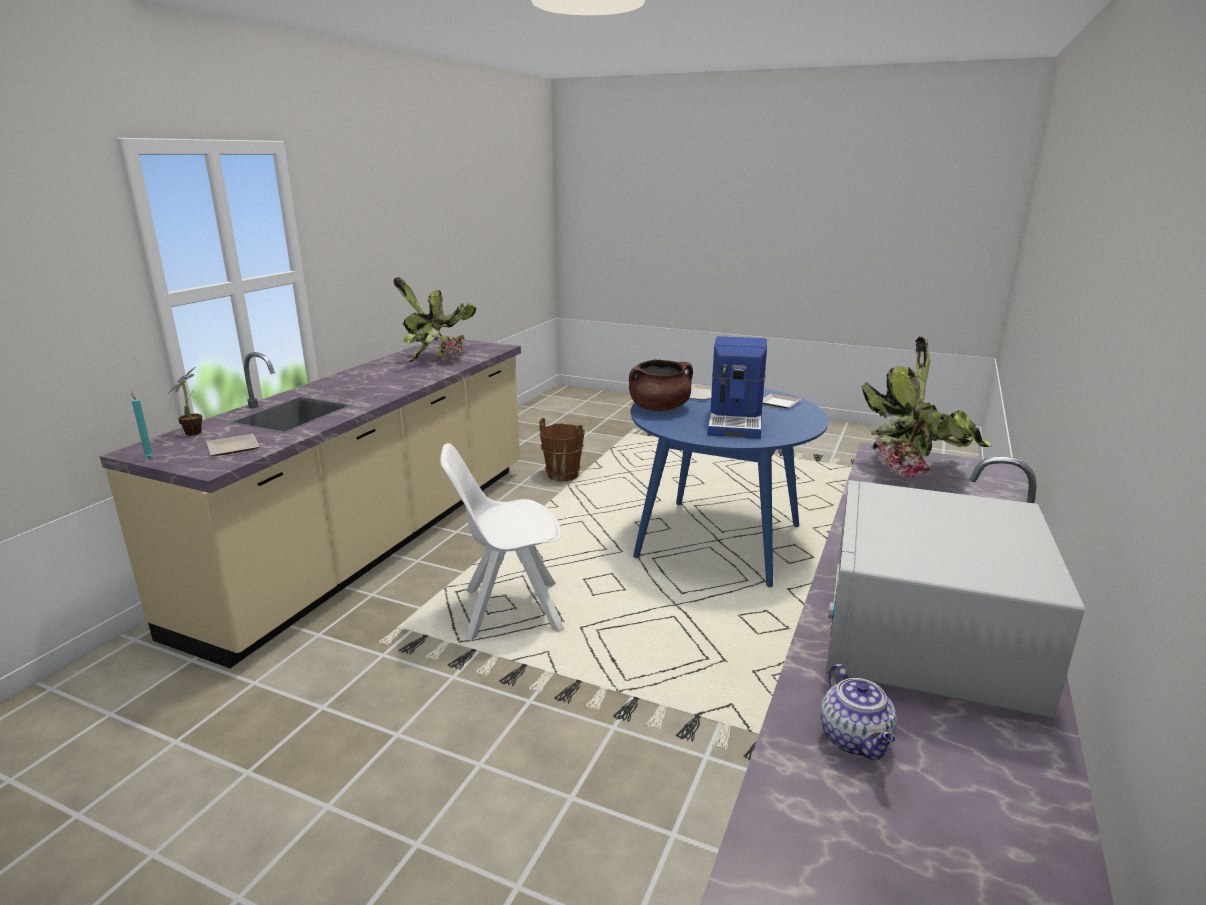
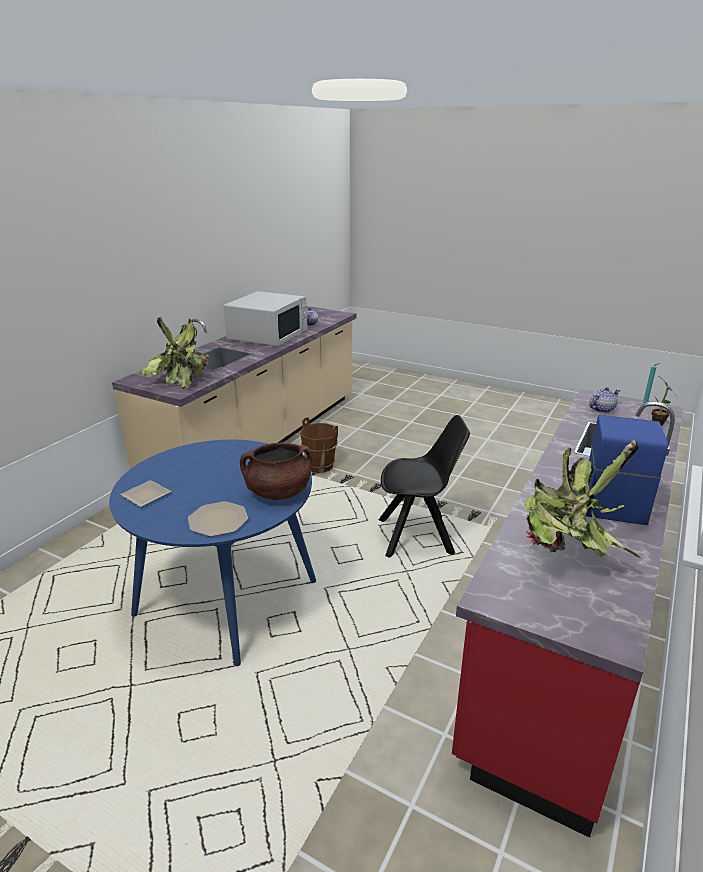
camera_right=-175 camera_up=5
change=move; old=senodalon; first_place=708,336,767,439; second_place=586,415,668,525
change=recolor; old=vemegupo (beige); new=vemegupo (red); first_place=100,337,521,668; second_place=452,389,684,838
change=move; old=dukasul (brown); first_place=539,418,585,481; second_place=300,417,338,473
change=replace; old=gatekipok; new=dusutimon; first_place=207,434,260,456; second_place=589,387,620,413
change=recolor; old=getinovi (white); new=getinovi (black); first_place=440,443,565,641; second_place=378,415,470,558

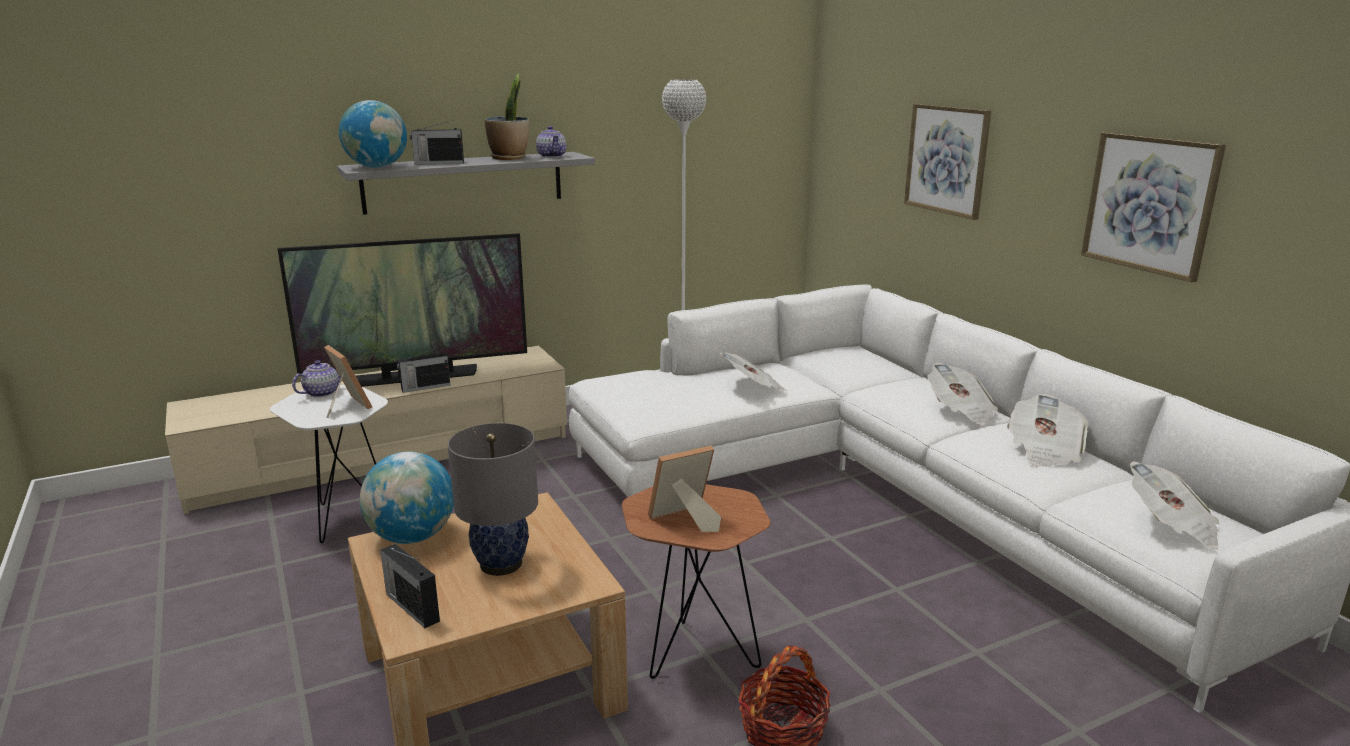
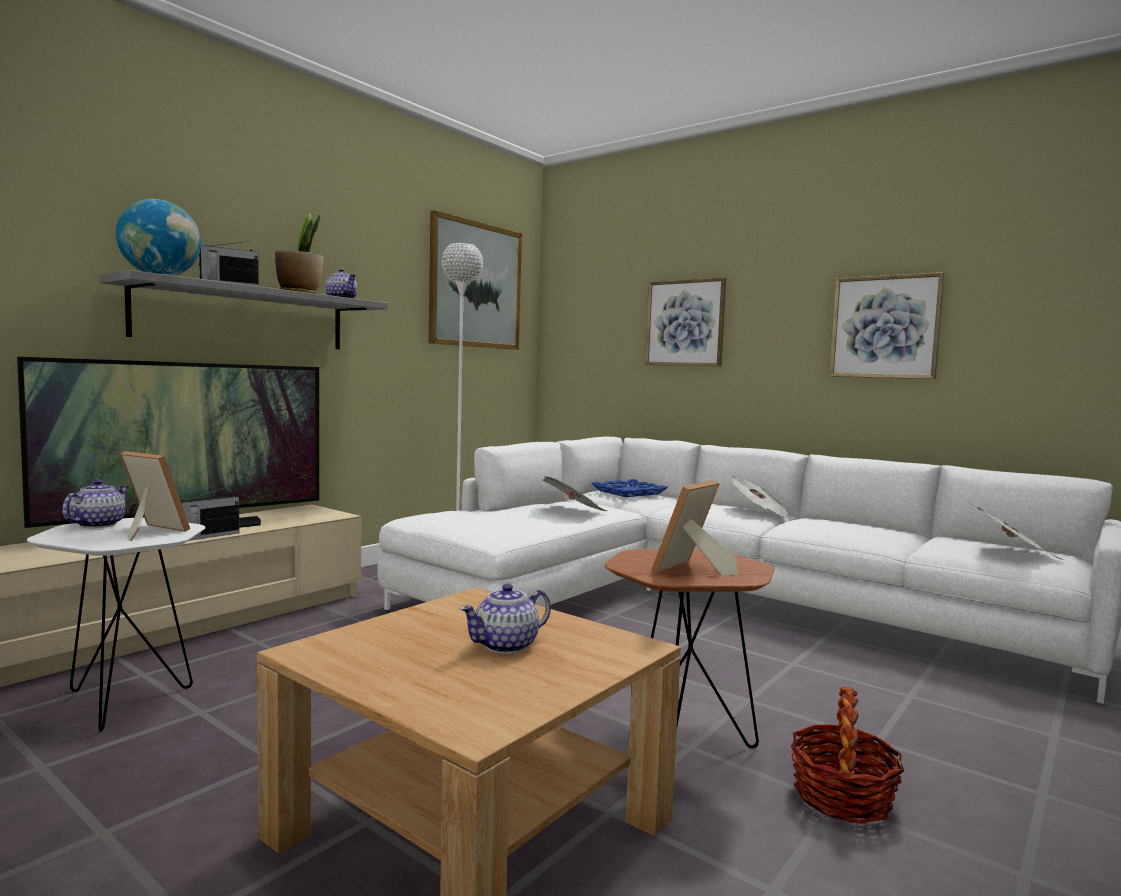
camera_right=-25 camera_up=-15
change=delete; old=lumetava; first_place=1007,394,1089,467
change=replace; old=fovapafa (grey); new=dusutimon; first_place=448,423,538,576; second_place=459,584,551,654
change=delete; old=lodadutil; first_place=360,451,454,544
change=delete; old=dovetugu; first_place=380,544,440,628
change=insert; new=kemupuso; second_place=429,210,522,350
change=insert; new=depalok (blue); second_place=591,479,668,497

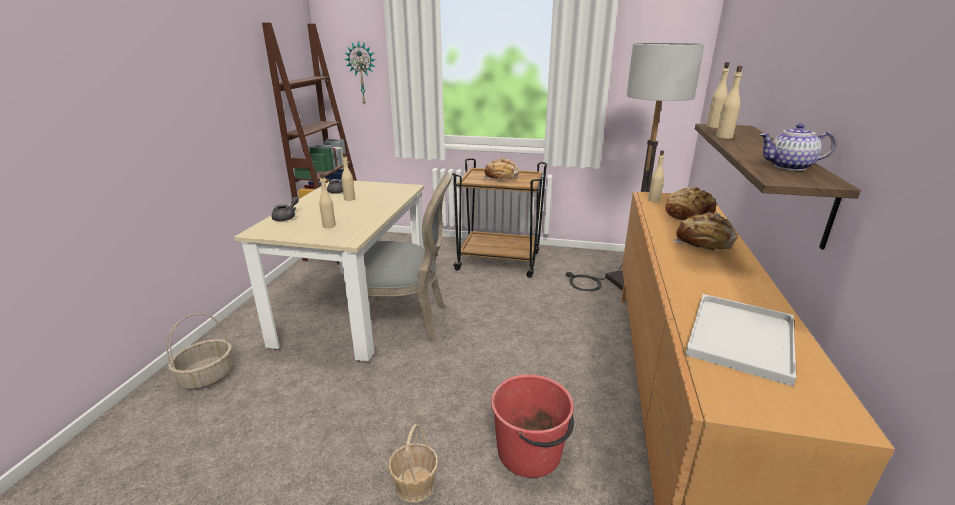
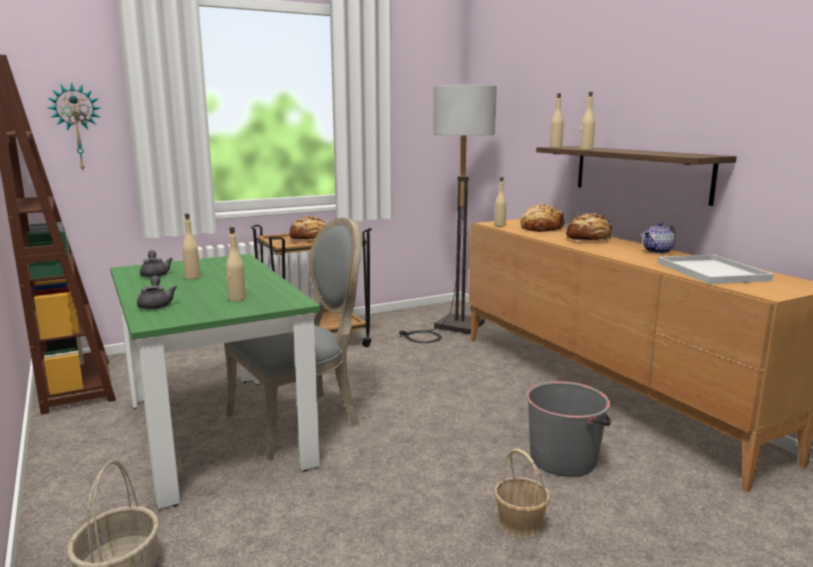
camera_right=-40 camera_up=-10
change=move; old=dusutimon; first_place=760,123,835,171; second_place=643,222,675,254
change=recolor; old=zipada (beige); new=zipada (green); first_place=234,179,424,362; second_place=110,254,320,509
change=recolor; old=dukasul (red); new=dukasul (grey); first_place=491,374,574,478; second_place=526,381,611,477

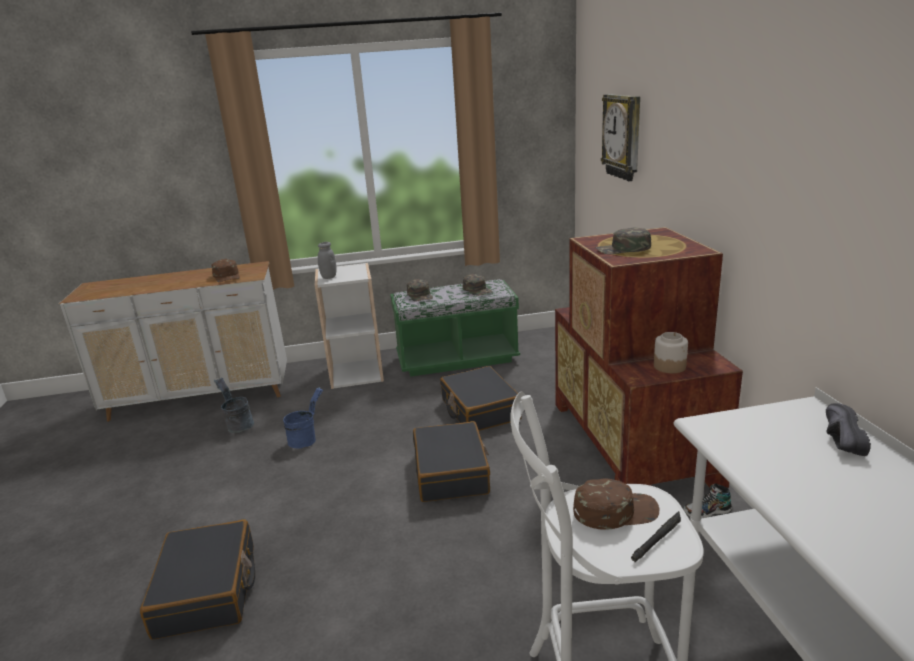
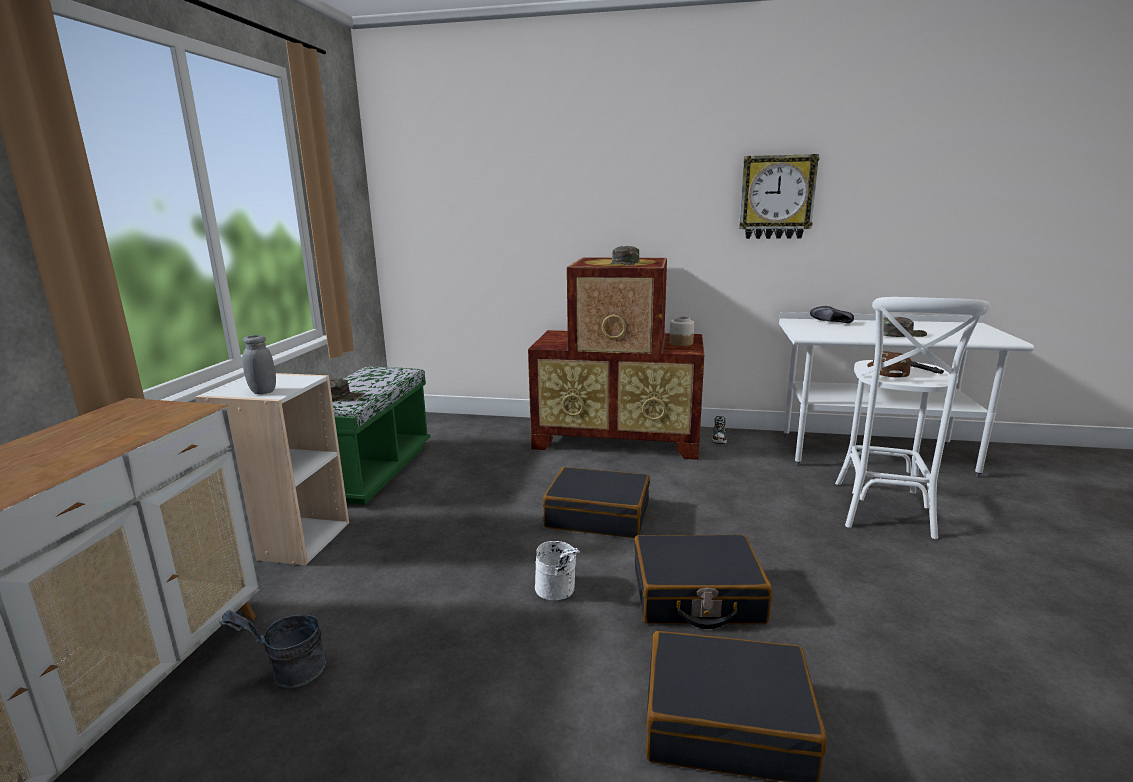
camera_right=-70 camera_up=-5
change=move; old=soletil; first_place=601,94,640,181; second_place=739,154,819,239
change=delete; old=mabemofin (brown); first_place=211,259,240,282
change=move; old=mabemofin (green); first_place=463,274,493,296; second_place=883,317,927,337
change=move; old=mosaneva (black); first_place=440,366,522,431; second_place=634,535,772,629
change=delete; old=dukasul (blue); first_place=283,387,323,448
change=insert; new=dukasul (white); second_place=535,541,580,601

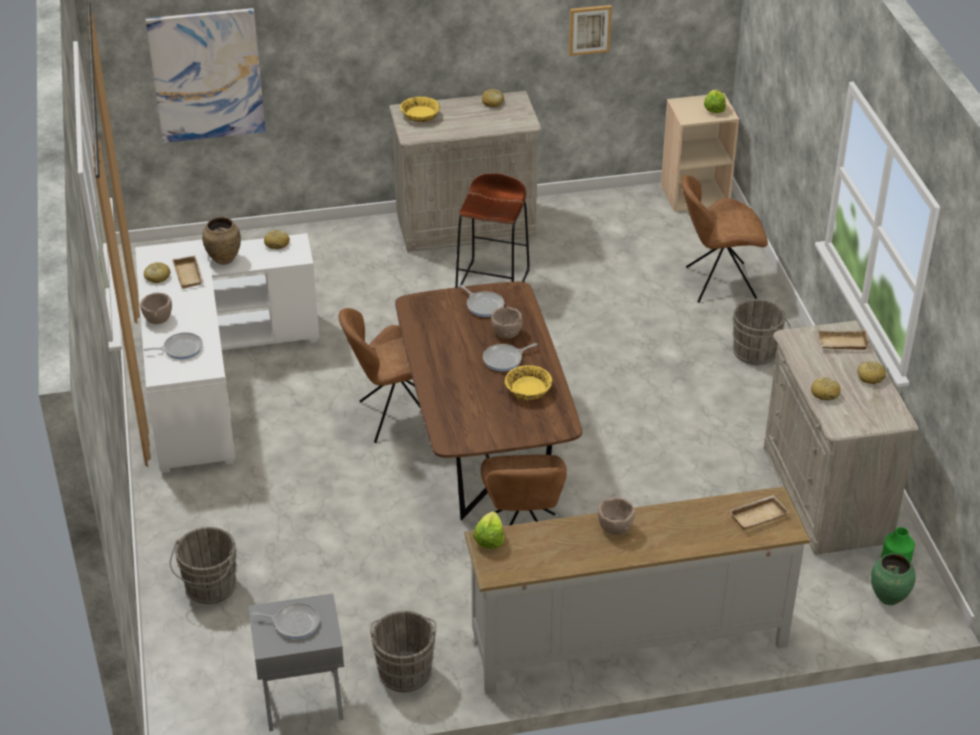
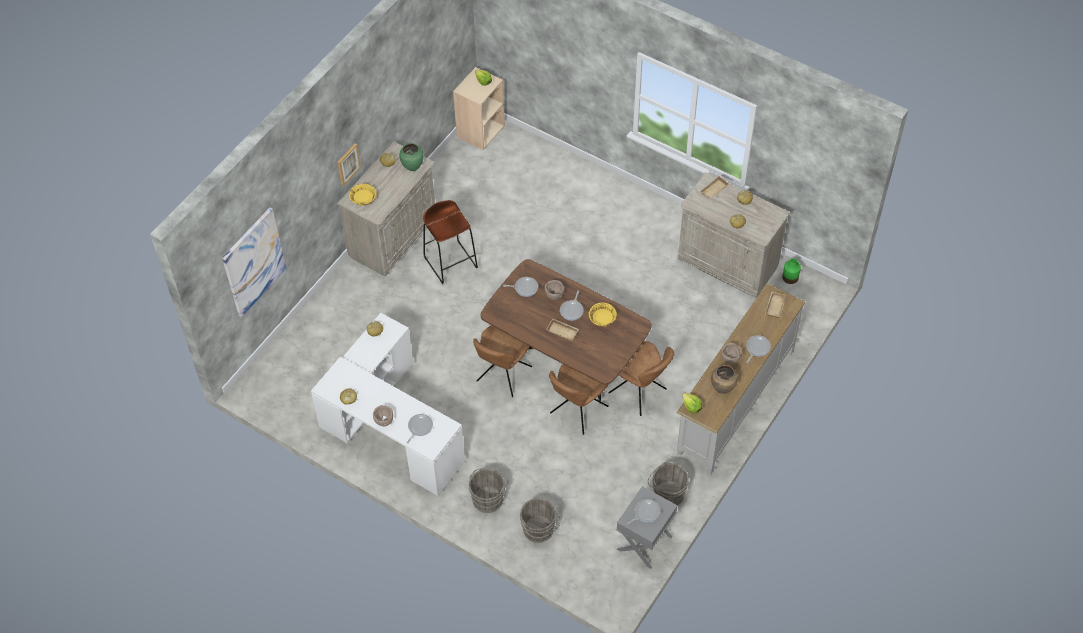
camera_right=-45 camera_up=15
change=move; old=kemupuso; first_place=569,5,612,56; second_place=337,144,361,186
change=move; old=getinovi (brown); first_place=681,175,768,303; second_place=549,364,609,435
change=move; old=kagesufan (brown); first_place=202,217,241,265; second_place=711,365,738,394
change=move; old=depalok (beige); first_place=172,256,204,289; second_place=546,318,579,341
change=move; old=dukasul (grey); first_place=732,298,791,365; second_place=469,469,508,513
change=move; old=kagesufan (green); first_place=871,553,916,605; second_place=399,143,424,171
change=insert; new=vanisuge; second_place=746,335,771,363

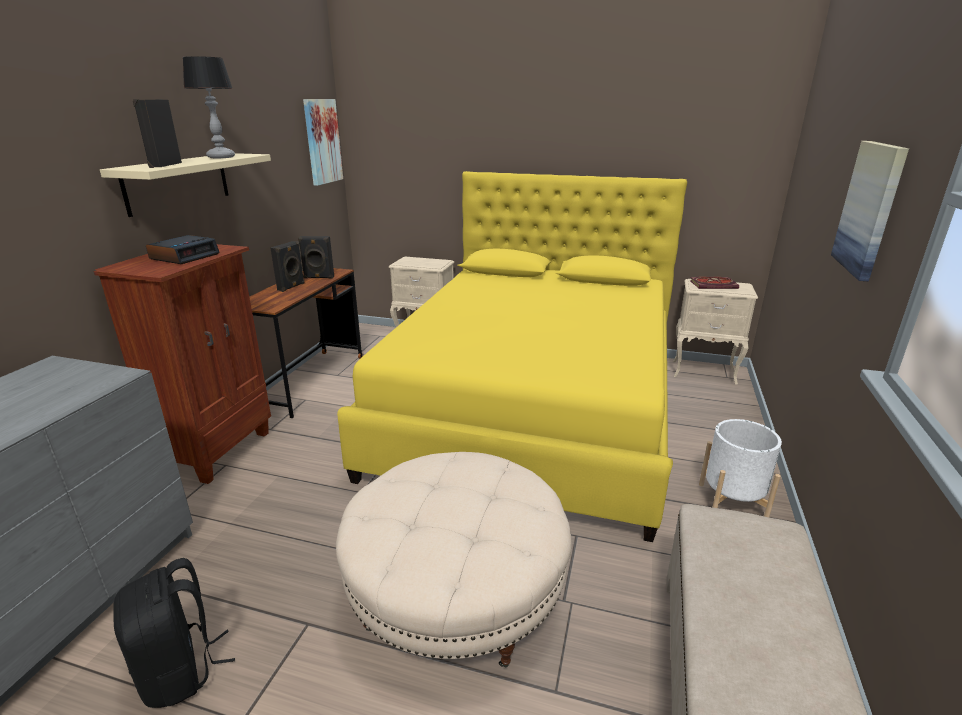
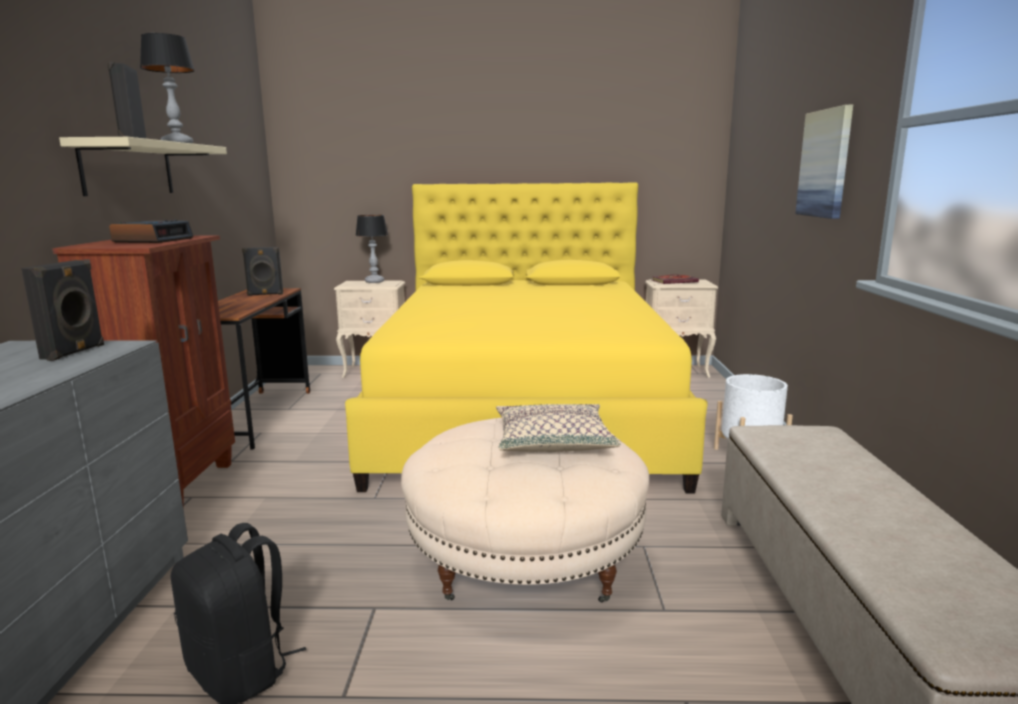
camera_right=-15 camera_up=-10
change=delete; old=kemupuso; first_place=303,99,343,186
change=move; old=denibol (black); first_place=271,241,305,292; second_place=21,259,104,361
change=insert; new=fovapafa; second_place=355,215,388,283
change=insert; new=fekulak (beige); second_place=496,404,621,452

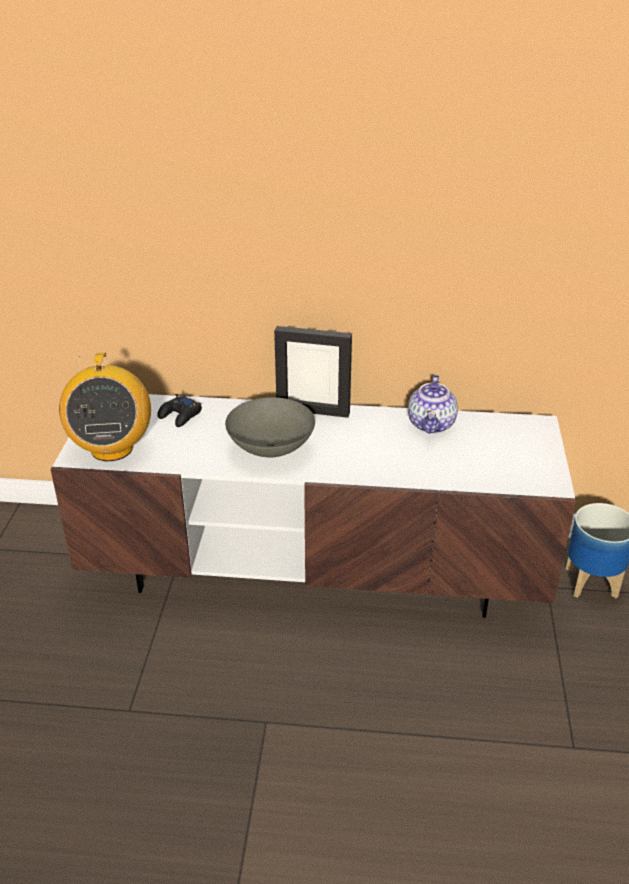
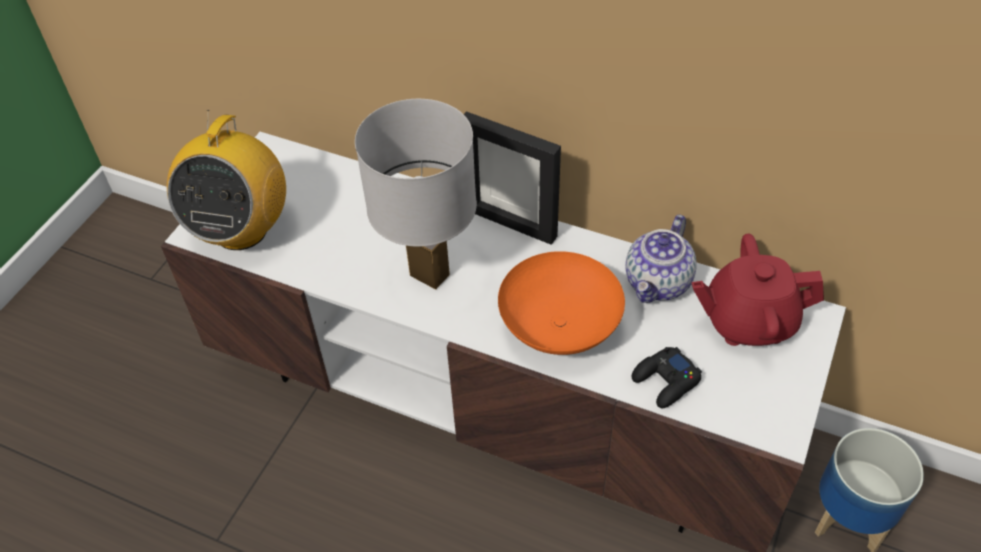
camera_right=20 camera_up=15
change=move; old=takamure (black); first_place=157,394,202,427; second_place=632,347,702,408
change=replace; old=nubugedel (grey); new=fovapafa (white); first_place=225,397,315,457; second_place=355,99,477,290
change=insert; new=dusutimon (red); second_place=692,234,824,346
change=insert; new=nubugedel (orange); second_place=498,251,625,355

